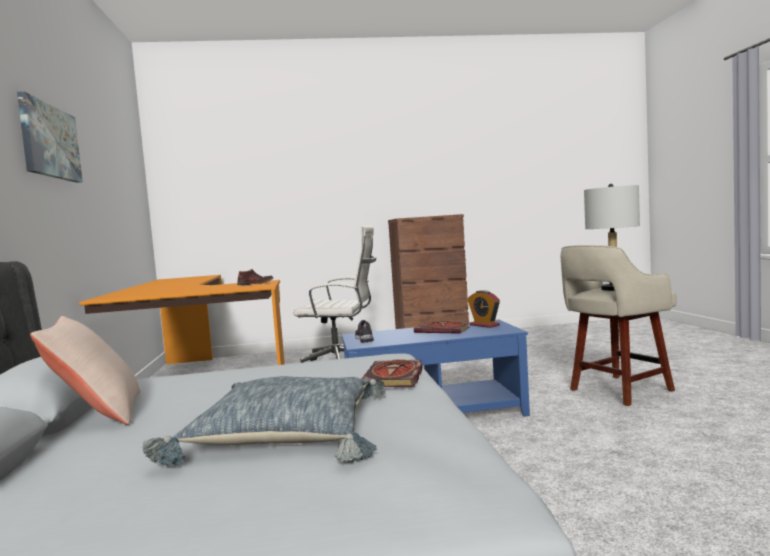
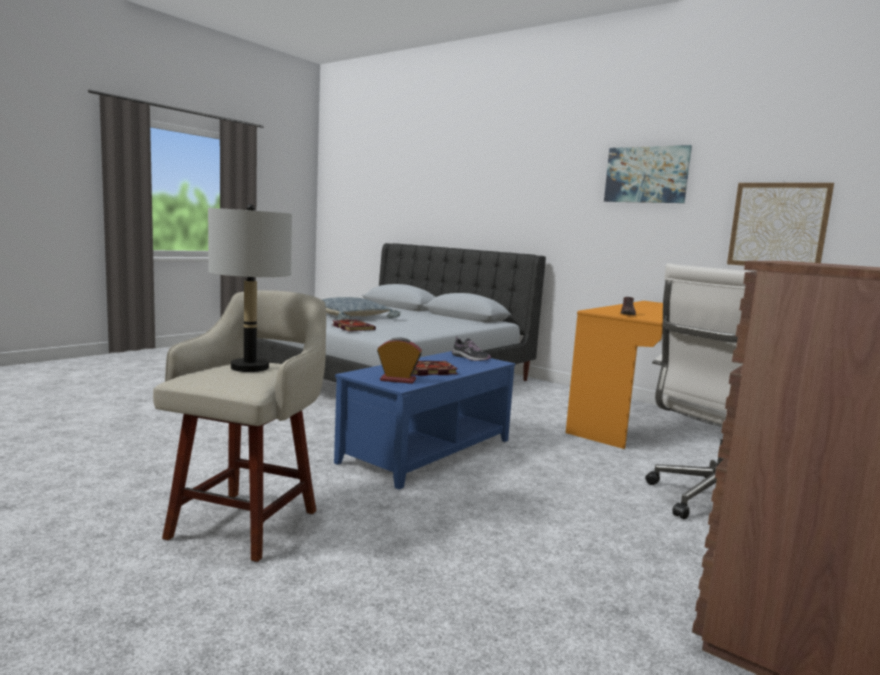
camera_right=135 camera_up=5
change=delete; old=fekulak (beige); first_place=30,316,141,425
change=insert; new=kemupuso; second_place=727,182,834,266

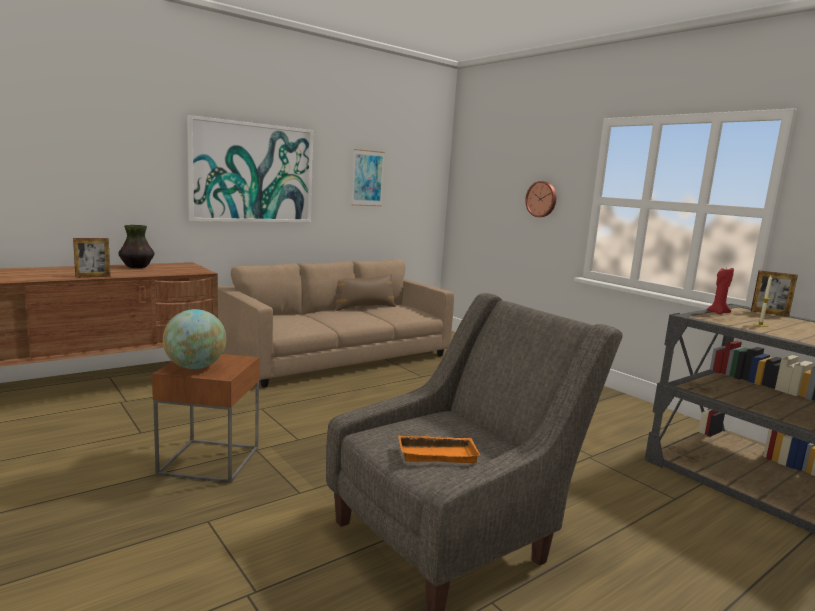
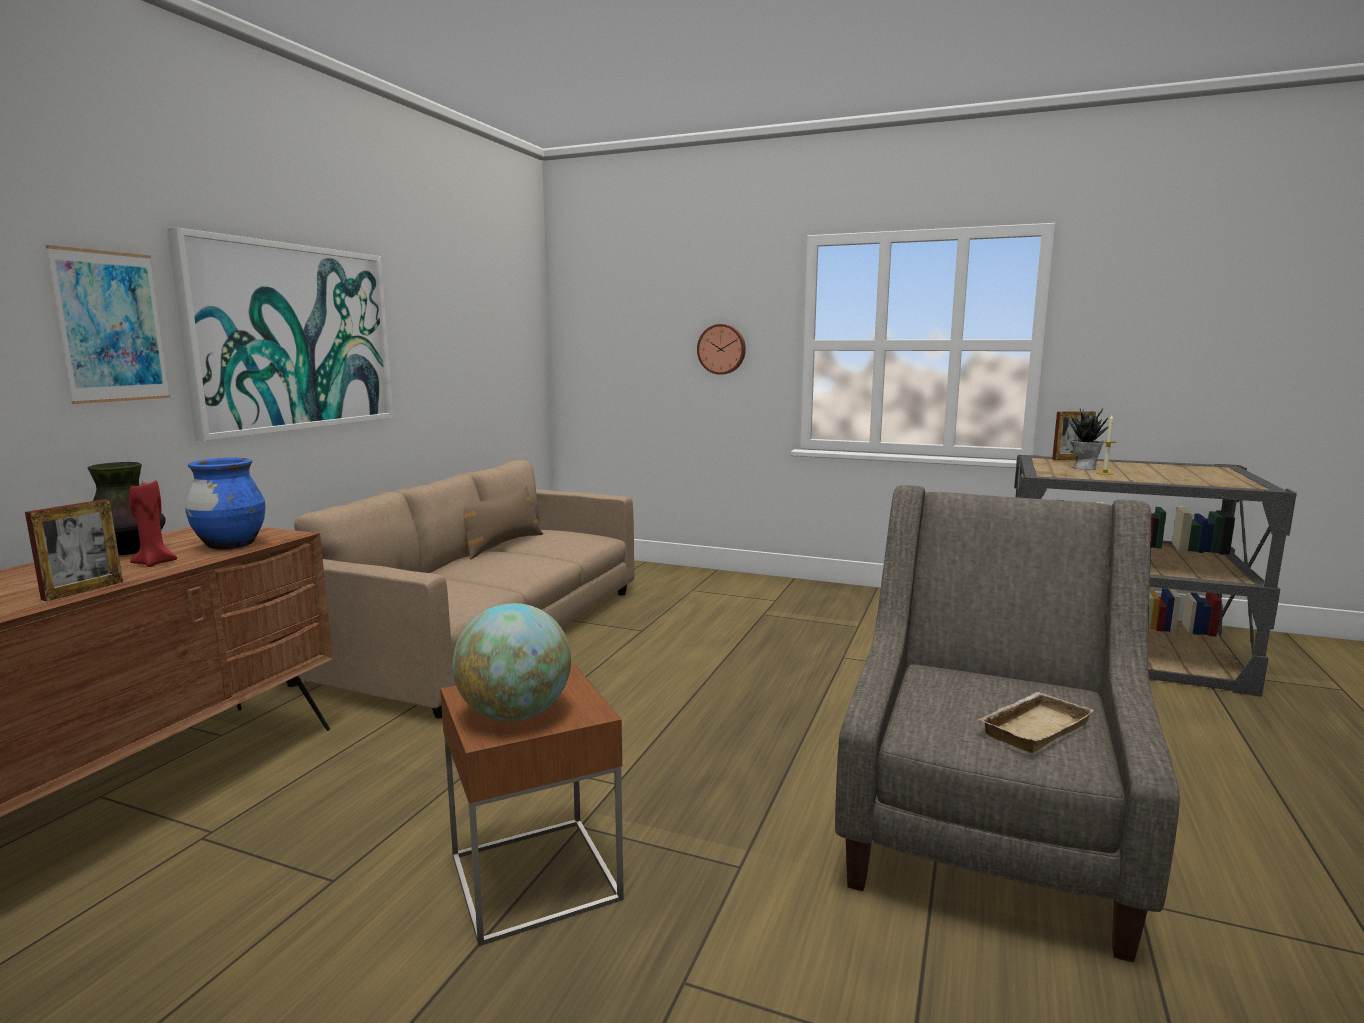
camera_right=-30 camera_up=0
change=move; old=kemupuso; first_place=352,149,385,206; second_place=46,245,171,404
change=move; old=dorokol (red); first_place=706,266,734,314; second_place=129,480,177,567
change=recolor; old=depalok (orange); new=depalok (beige); first_place=398,435,480,463; second_place=978,692,1094,753
change=insert; new=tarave; second_place=1067,408,1109,470
change=insert; new=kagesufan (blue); second_place=185,458,265,550

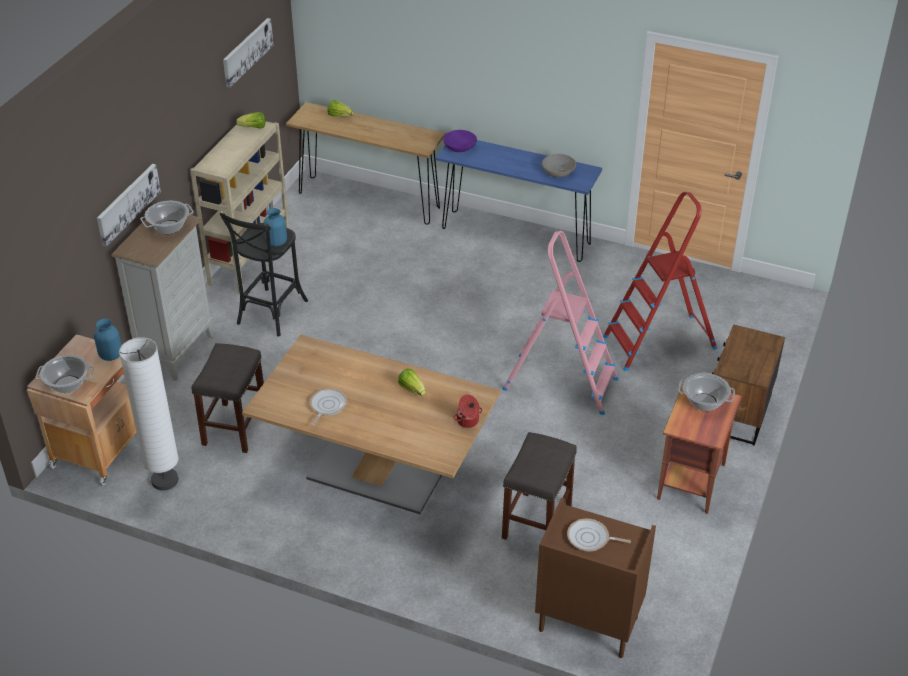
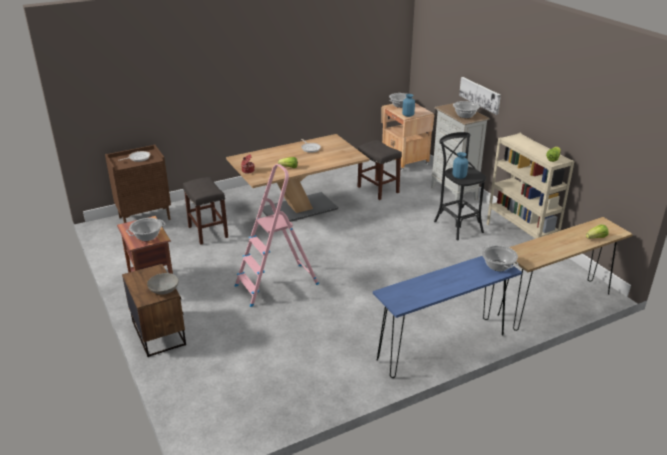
camera_right=130 camera_up=-10
change=delete; old=kemupuso; first_place=223,18,274,88
change=replace; old=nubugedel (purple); new=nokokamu; first_place=443,130,477,152; second_place=481,245,519,271
change=move; old=nubugedel (grey); first_place=542,154,576,177; second_place=147,273,179,295
change=delete; old=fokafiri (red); first_place=603,192,717,371
change=delete; old=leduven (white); first_place=119,337,179,491

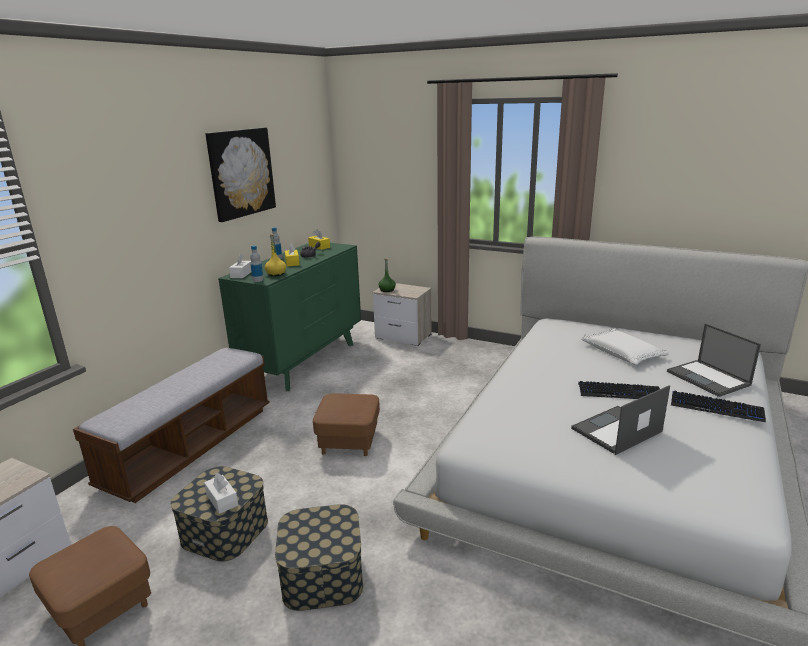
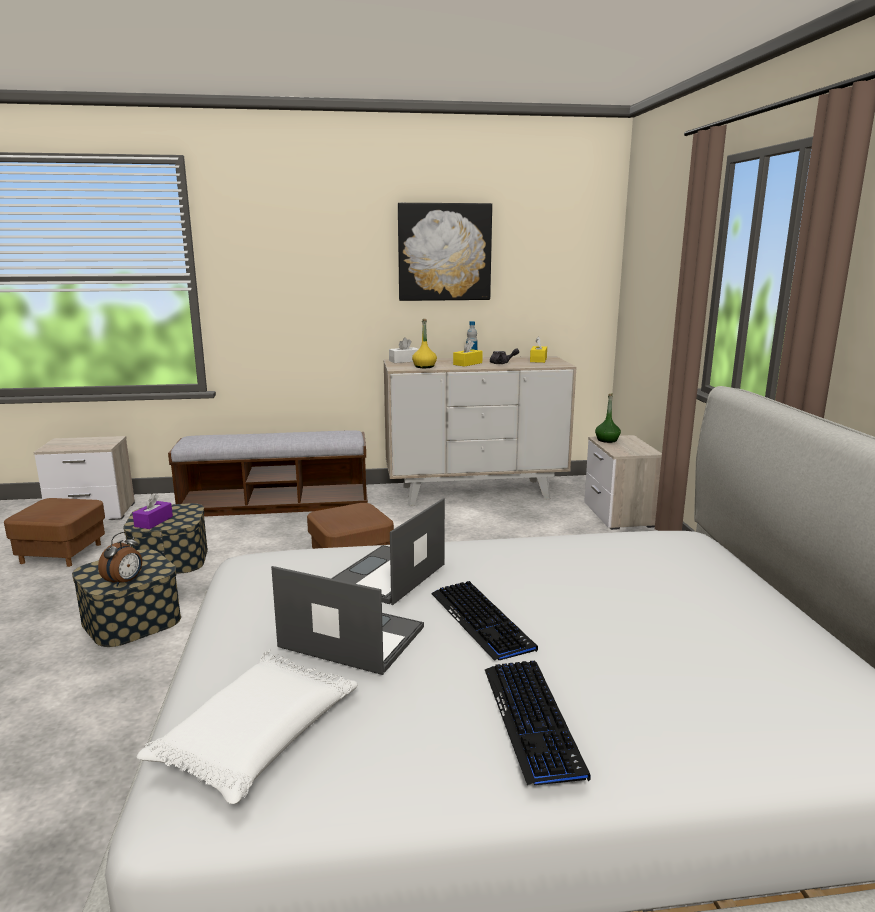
camera_right=55 camera_up=-5
change=recolor; old=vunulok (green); new=vunulok (white); first_place=218,243,361,391; second_place=383,356,577,506
change=delete; old=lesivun; first_place=250,245,263,282
change=move; old=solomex; first_place=667,323,761,397; second_place=331,498,445,605
change=move; old=fekulak (white); first_place=581,328,669,365; second_place=136,649,358,804
change=recolor; old=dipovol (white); new=dipovol (purple); first_place=204,473,238,514; second_place=132,494,173,529
change=insert; new=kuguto; second_place=98,532,142,587

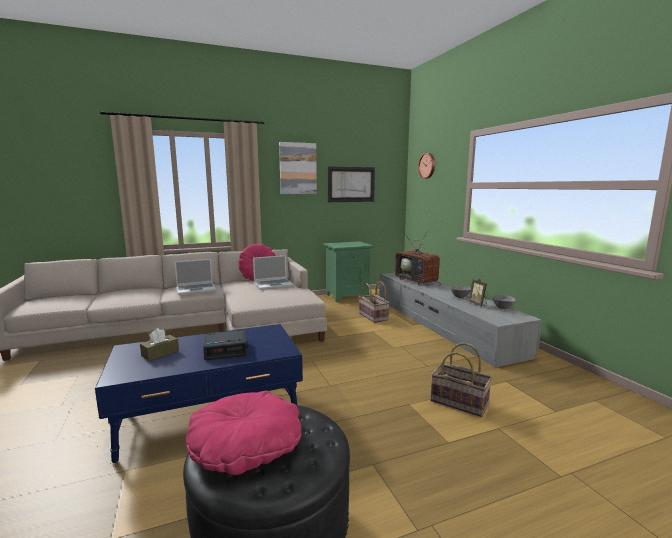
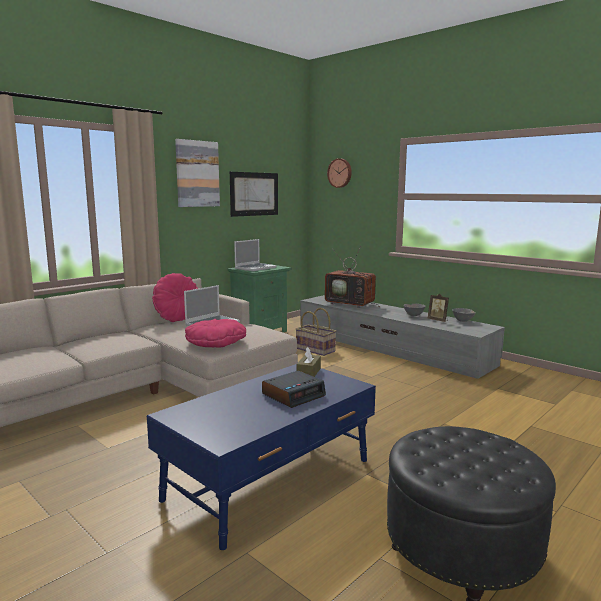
camera_right=-25 camera_up=0
change=move; old=solomex; first_place=174,259,216,295; second_place=234,239,277,271
change=move; old=dipovol (brown); first_place=140,328,179,361; second_place=296,347,321,377
change=delete; old=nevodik; first_place=431,342,492,417
change=move; old=fekulak (pink); first_place=186,391,301,475; second_place=185,319,246,348

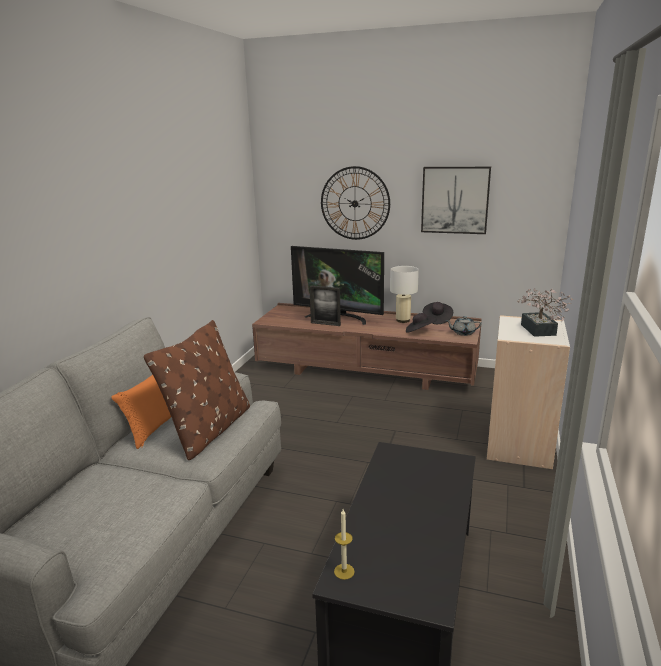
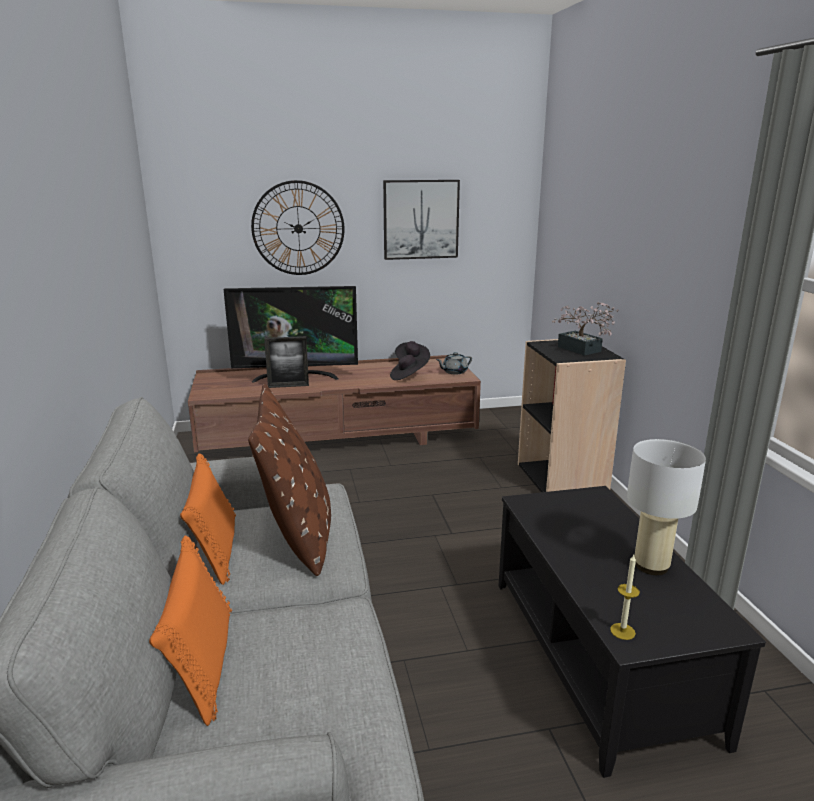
camera_right=-30 camera_up=0
change=move; old=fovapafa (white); first_place=390,266,419,323; second_place=627,439,706,575
change=recolor; old=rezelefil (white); new=rezelefil (black); first_place=487,315,570,469; second_place=518,339,626,492
change=insert; new=fekulak (orange); second_place=149,535,232,726

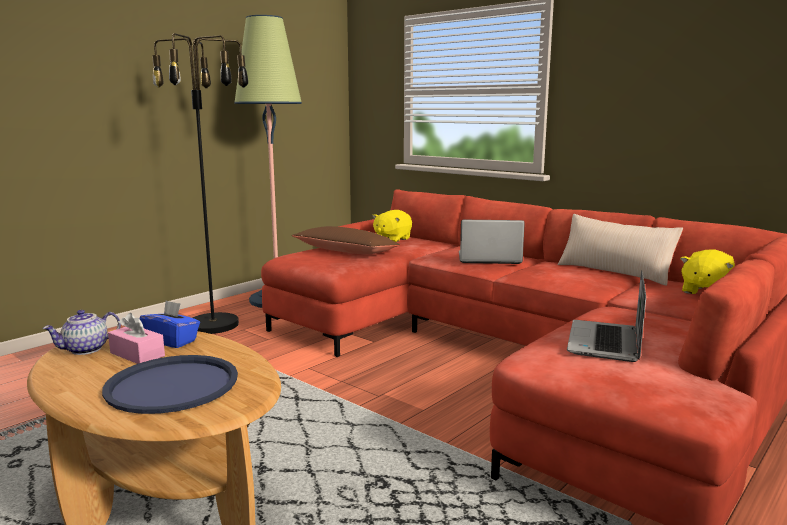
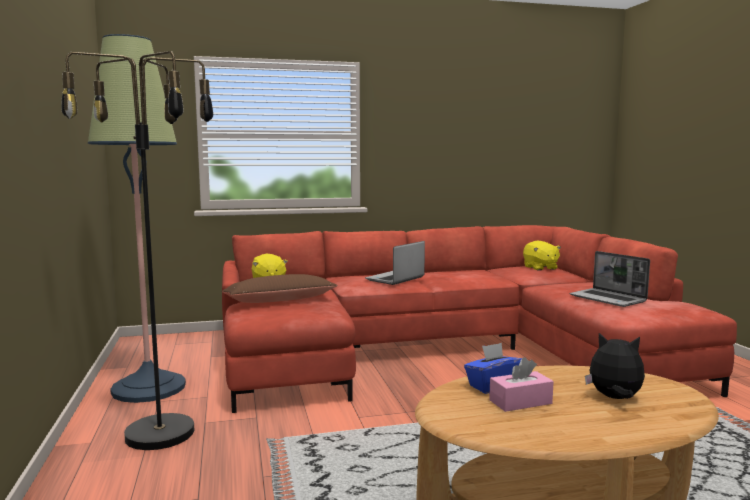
camera_right=-55 camera_up=-5
change=delete; old=fekulak (beige); first_place=557,214,683,286
change=delete; old=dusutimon; first_place=42,310,121,355
change=replace; old=depalok (blue); new=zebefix; first_place=102,355,238,414; second_place=585,333,645,399

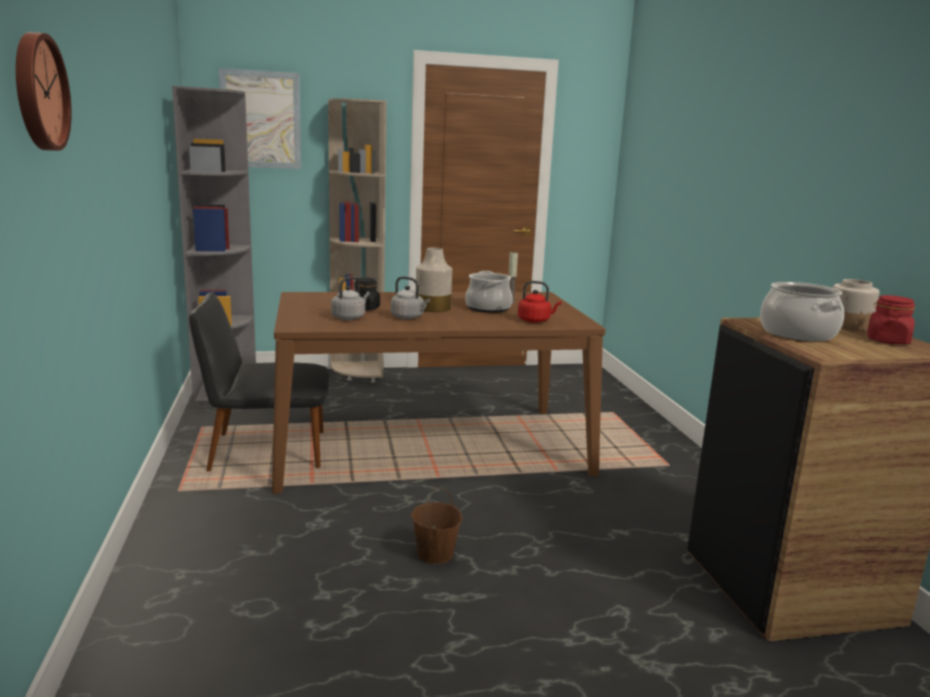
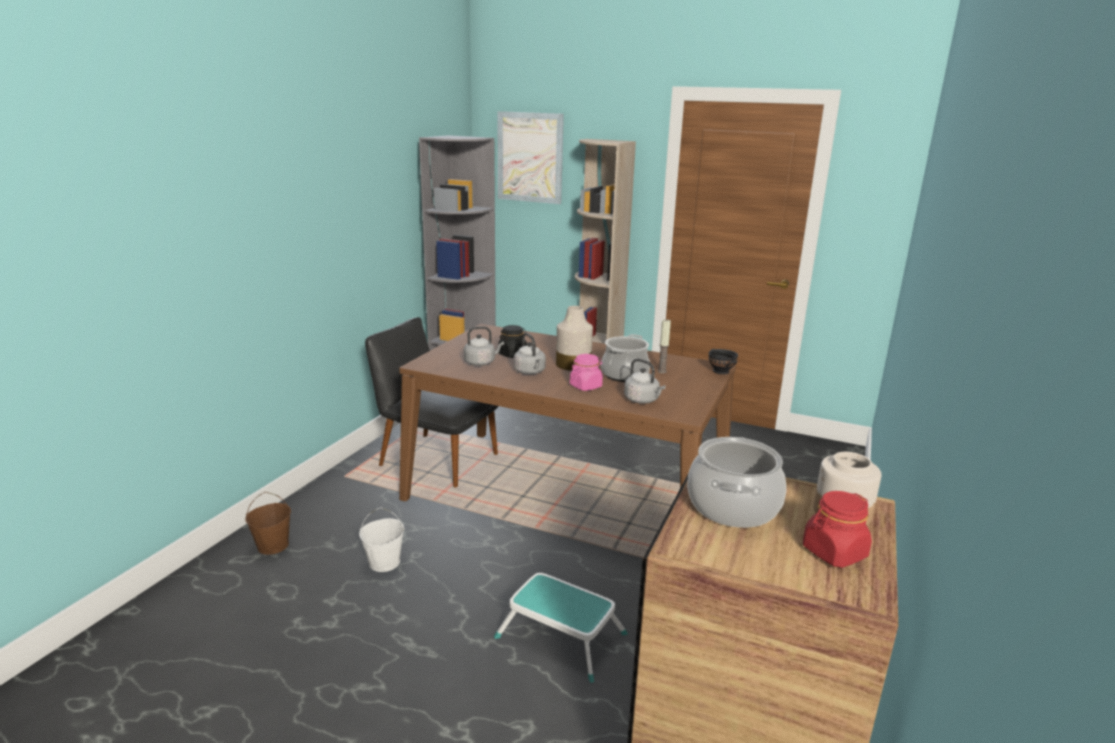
camera_right=35 camera_up=5
change=delete; old=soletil; first_place=16,32,71,151
change=recolor; old=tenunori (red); new=tenunori (grey); first_place=518,281,562,323; second_place=624,358,666,404
change=move; old=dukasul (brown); first_place=411,487,462,564; second_place=245,492,291,555
change=insert; new=nubugedel (black); second_place=709,349,738,375
change=insert; new=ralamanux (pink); second_place=570,354,603,391
change=insert; new=dukasul (white); second_place=359,507,404,572
change=insert; new=fokafiri (turquoise); second_place=494,573,628,683

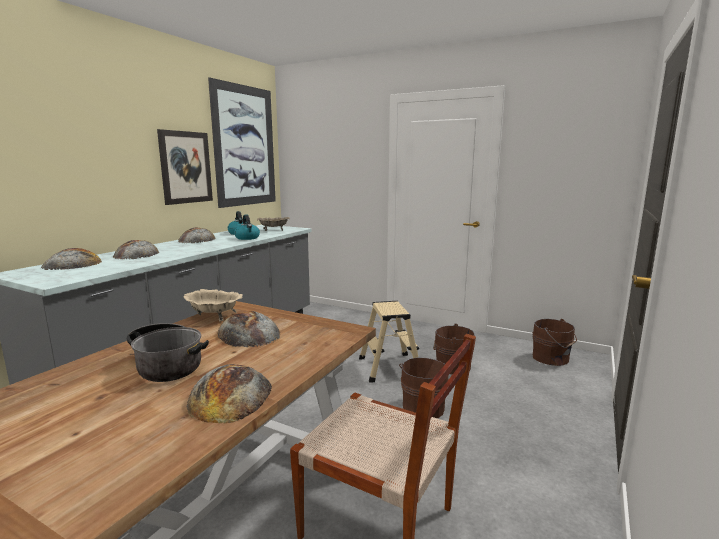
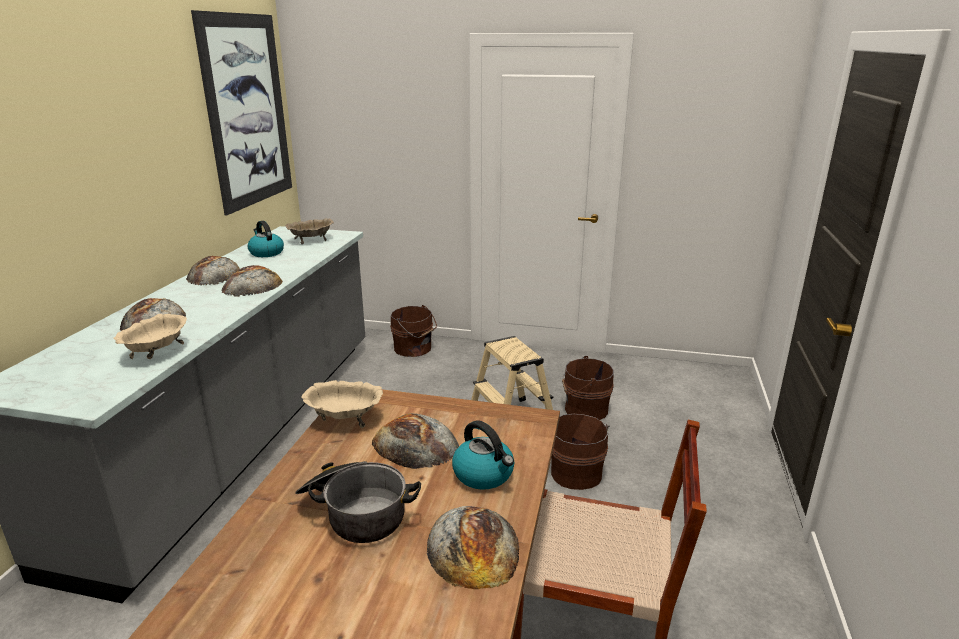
camera_right=-15 camera_up=10
change=delete; old=kemupuso; first_place=157,129,213,205
change=move; old=tenunori; first_place=234,215,260,240; second_place=452,421,514,490
change=move; old=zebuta; first_place=41,248,102,270; second_place=221,265,283,297
change=move; old=dukasul (brown); first_place=532,319,577,366; second_place=390,305,437,357
change=insert; new=nubugedel (beige); second_place=113,314,187,359

